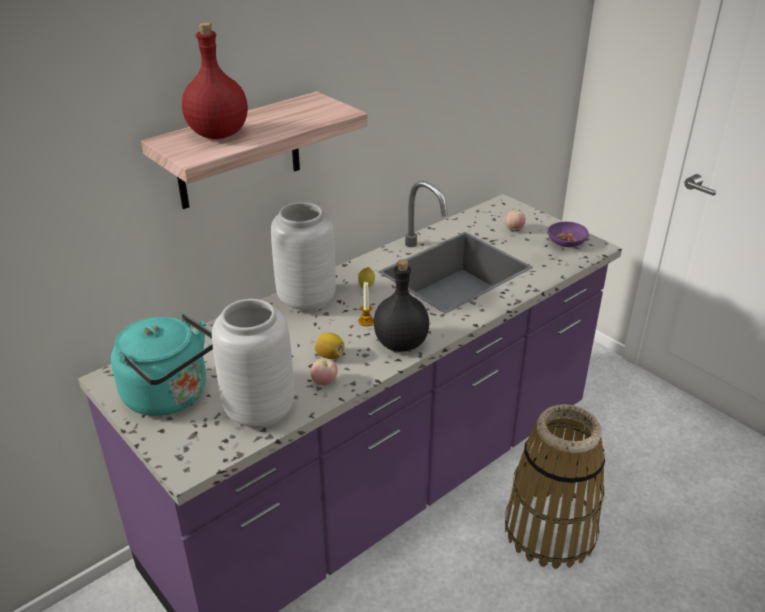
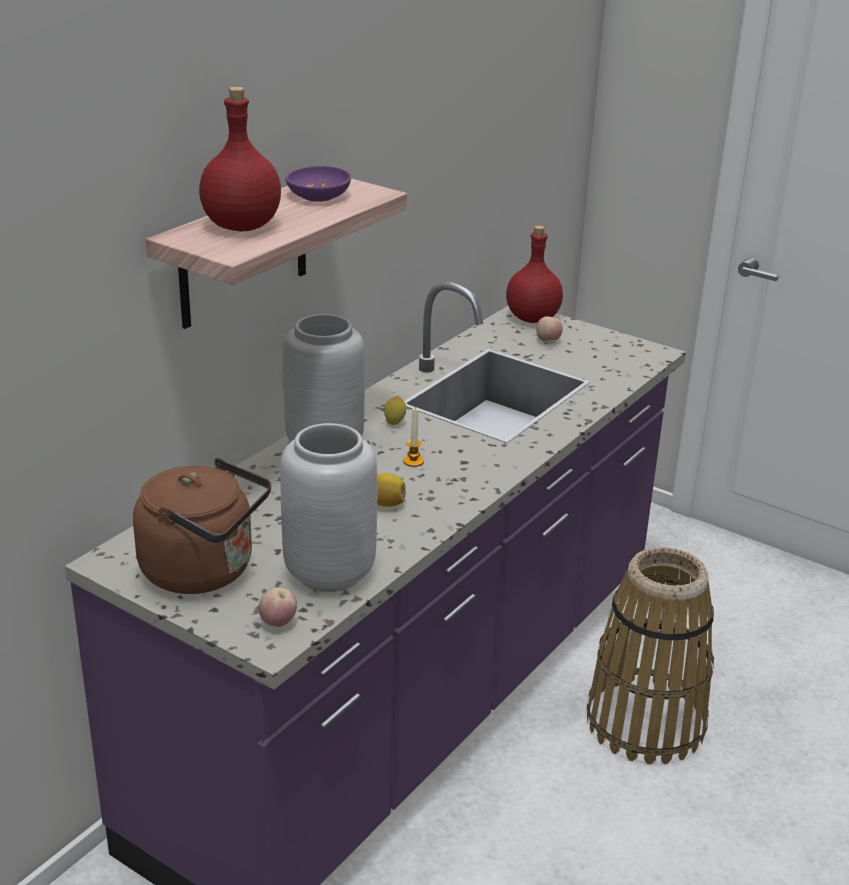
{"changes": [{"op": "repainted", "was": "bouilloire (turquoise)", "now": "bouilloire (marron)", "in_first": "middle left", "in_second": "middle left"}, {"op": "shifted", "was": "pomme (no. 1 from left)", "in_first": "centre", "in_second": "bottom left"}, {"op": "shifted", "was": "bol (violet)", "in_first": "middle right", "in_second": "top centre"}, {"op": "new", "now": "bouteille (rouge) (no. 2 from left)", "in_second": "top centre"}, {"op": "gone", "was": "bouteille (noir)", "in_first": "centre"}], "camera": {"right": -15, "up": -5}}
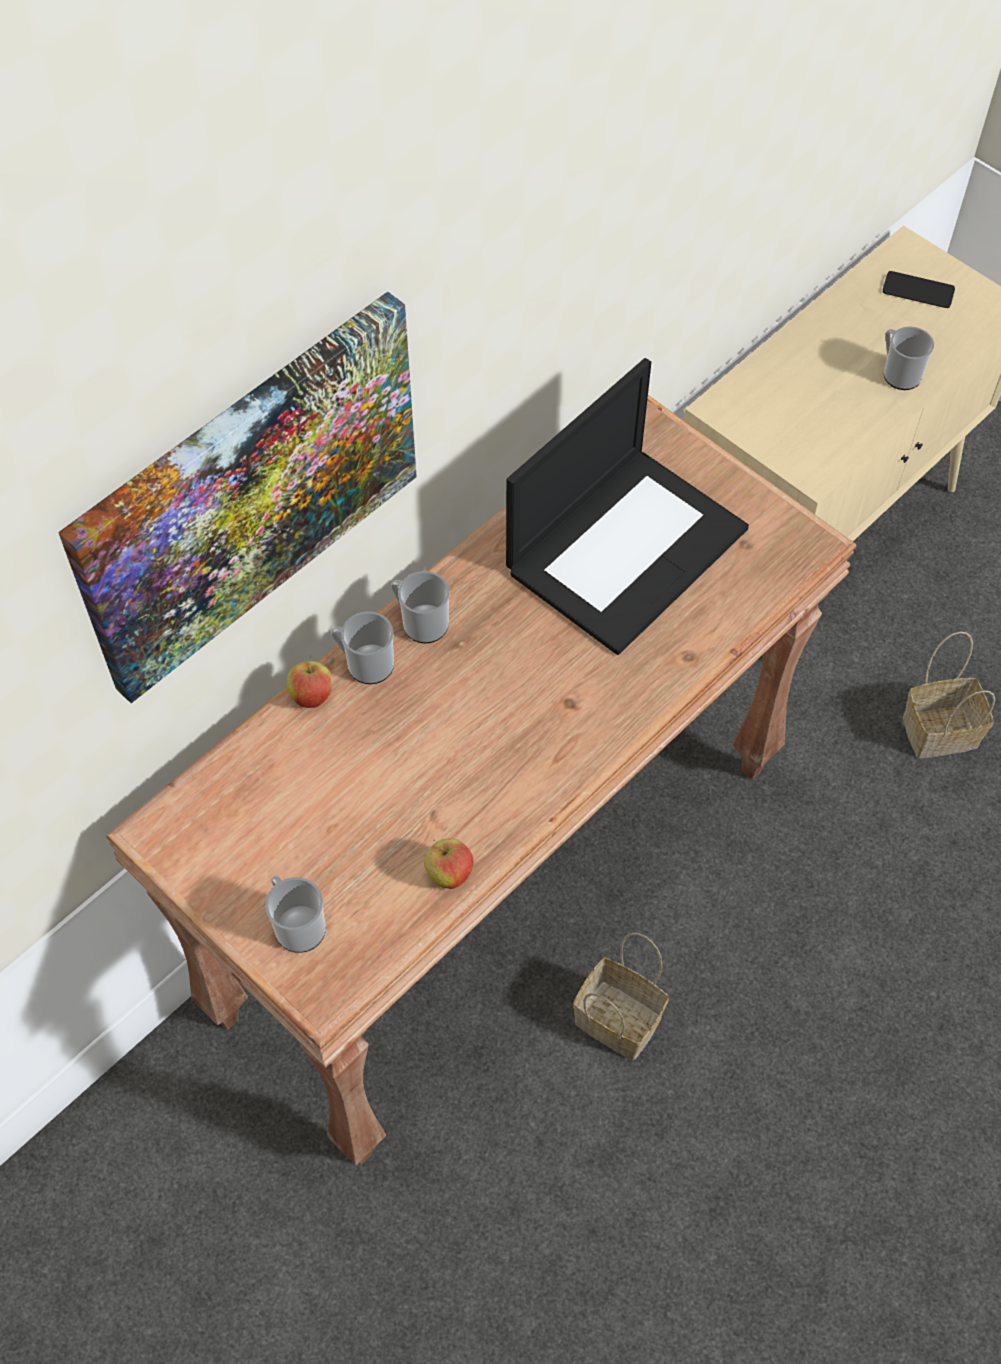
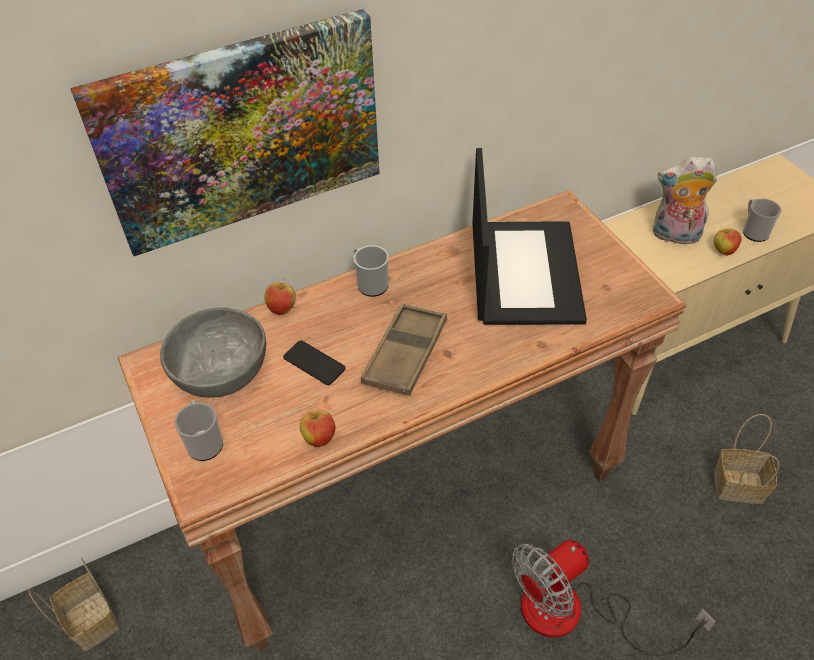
{"changes": [{"op": "shifted", "was": "panier (no. 1 from left)", "in_first": "bottom centre", "in_second": "bottom left"}, {"op": "new", "now": "bol (gris)", "in_second": "middle left"}, {"op": "shifted", "was": "téléphone", "in_first": "top right", "in_second": "centre"}, {"op": "new", "now": "plateau (marron)", "in_second": "centre"}, {"op": "rotated", "was": "ordinateur portable", "in_first": "centre", "in_second": "centre", "clockwise": -60}, {"op": "new", "now": "ventilateur", "in_second": "bottom right"}, {"op": "new", "now": "peluche", "in_second": "top right"}, {"op": "new", "now": "pomme (no. 3 from left)", "in_second": "middle right"}, {"op": "gone", "was": "mug (no. 2 from left)", "in_first": "centre"}], "camera": {"right": 20, "up": -10}}
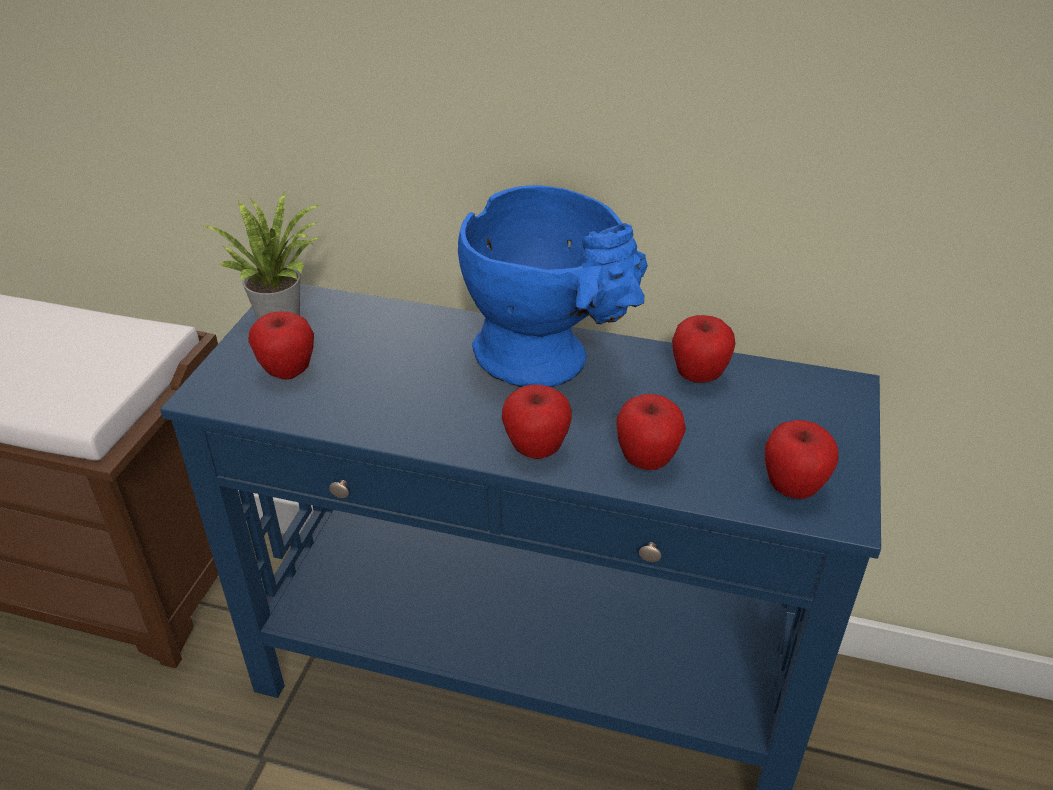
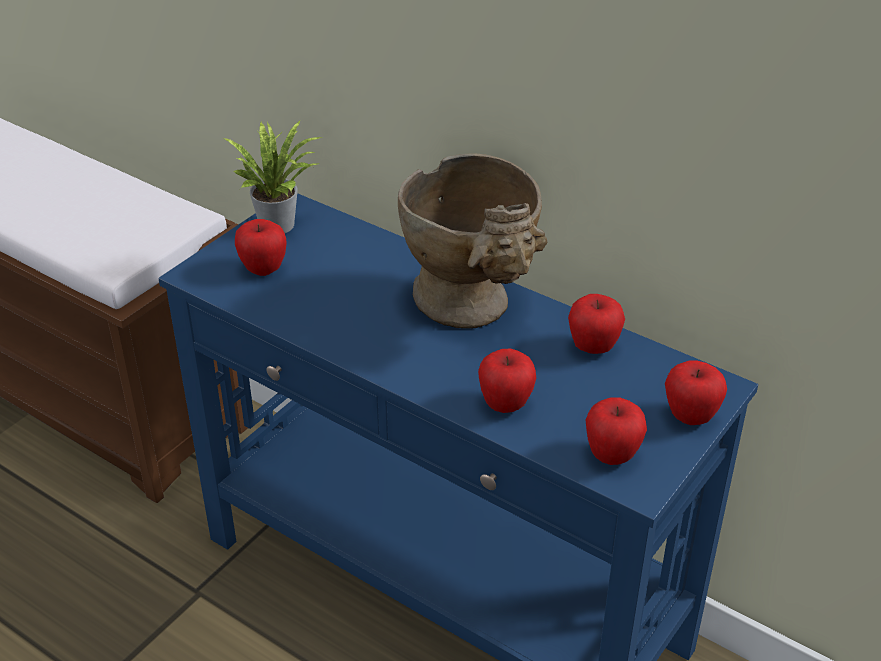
{"changes": [{"op": "repainted", "was": "vase (bleu)", "now": "vase (beige)", "in_first": "centre", "in_second": "centre"}, {"op": "shifted", "was": "pomme (no. 2 from left in the first image)", "now": "pomme (no. 5 from left)", "in_first": "centre", "in_second": "middle right"}], "camera": {"right": 20, "up": 0}}
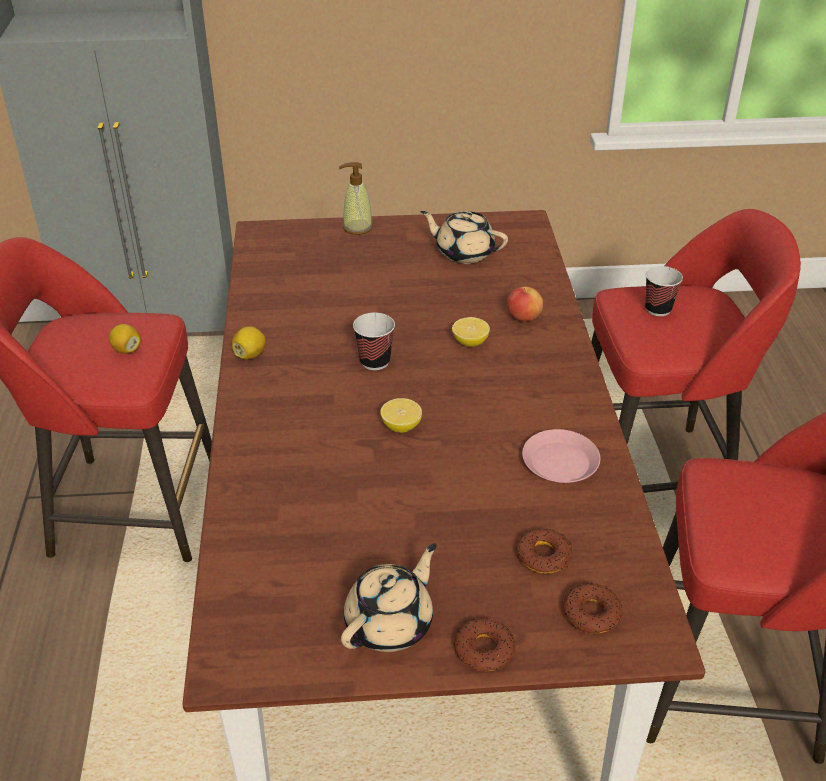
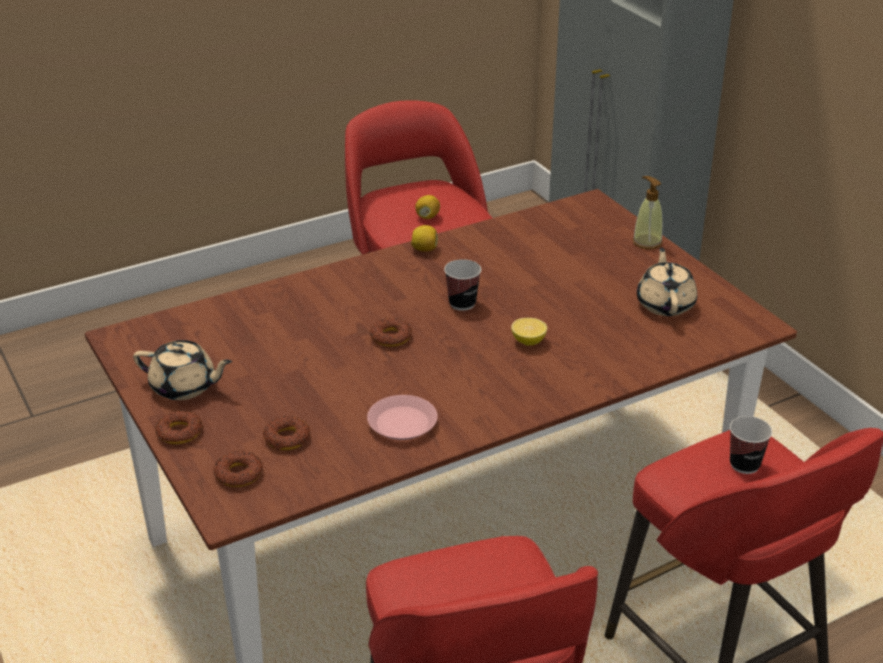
{"changes": [{"op": "swapped", "was": "citron (no. 3 from left)", "now": "beignet (no. 4 from left)", "in_first": "centre", "in_second": "centre"}, {"op": "gone", "was": "pomme", "in_first": "centre"}], "camera": {"right": 65, "up": -5}}
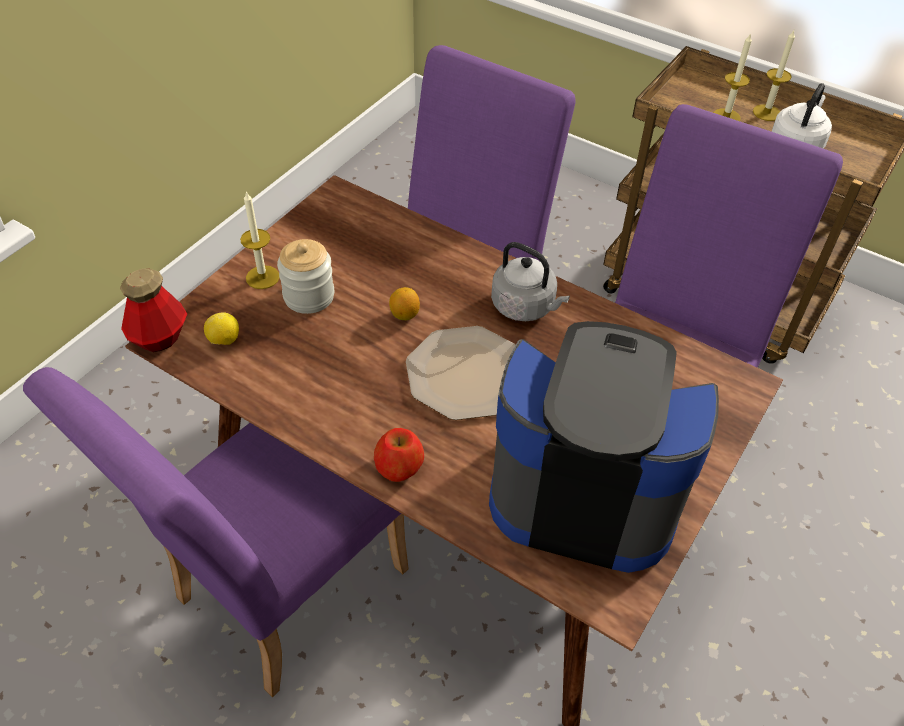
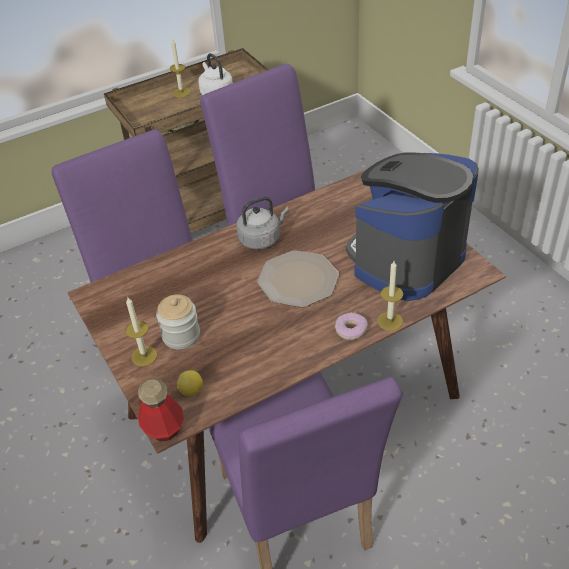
{"changes": [{"op": "swapped", "was": "pomme", "now": "beignet", "in_first": "centre", "in_second": "centre"}, {"op": "shifted", "was": "bougie (no. 2 from left in the first image)", "now": "bougie (no. 3 from left)", "in_first": "top right", "in_second": "middle right"}, {"op": "gone", "was": "citron (no. 2 from left)", "in_first": "centre"}], "camera": {"right": -60, "up": -5}}
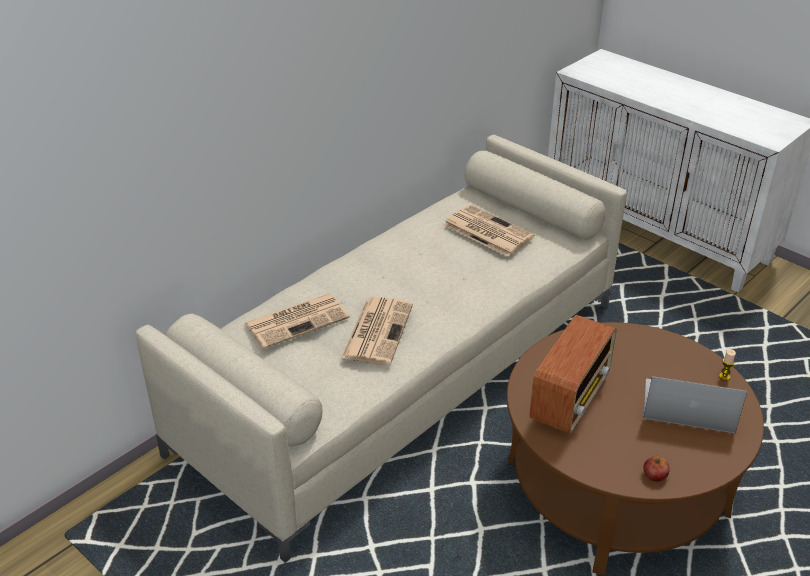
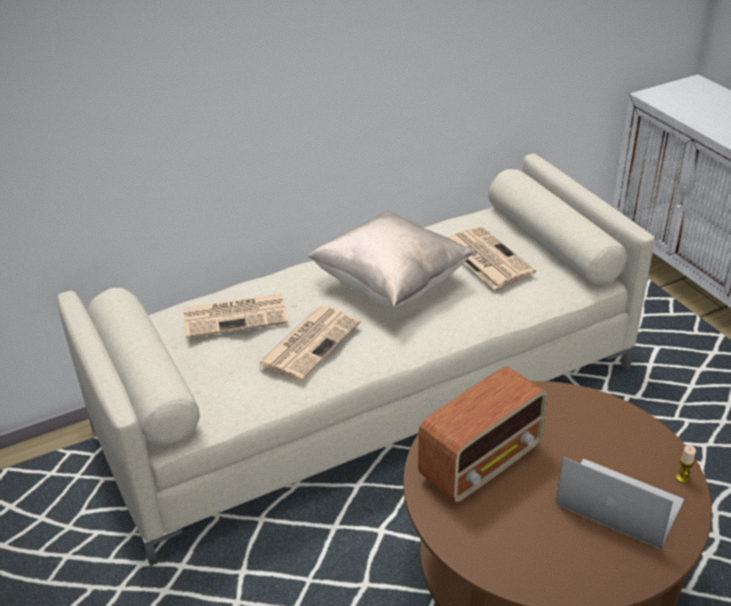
{"changes": [{"op": "new", "now": "coussin (beige)", "in_second": "centre"}, {"op": "gone", "was": "pomme", "in_first": "bottom right"}], "camera": {"right": 20, "up": 0}}
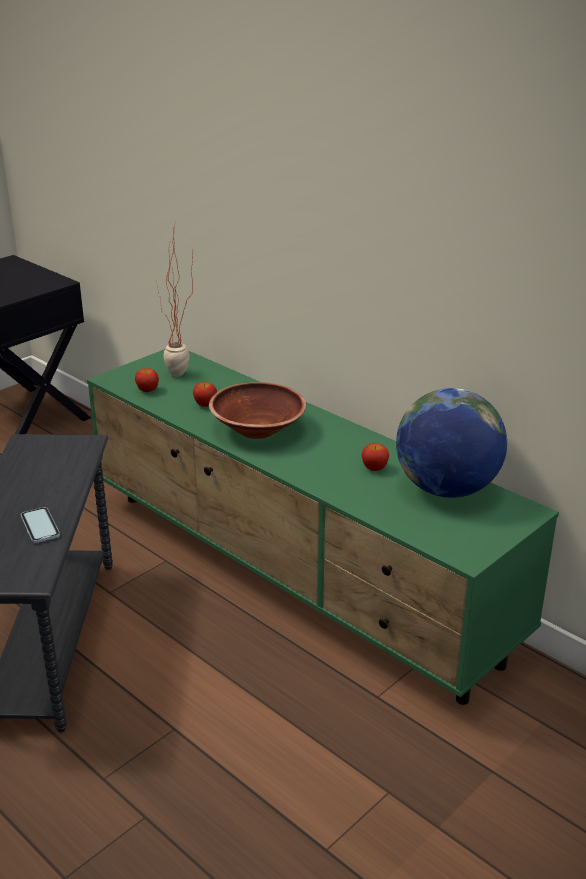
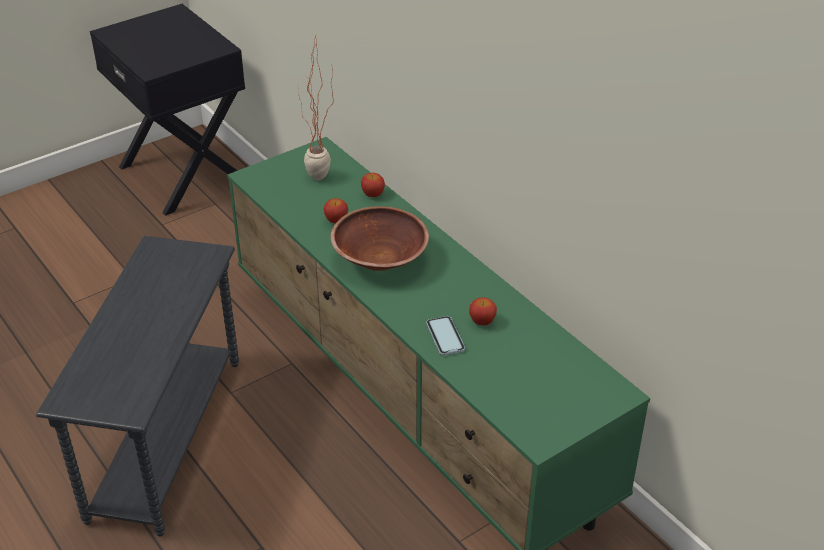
{"changes": [{"op": "shifted", "was": "pomme (no. 1 from left in the first image)", "now": "pomme (no. 2 from left)", "in_first": "middle left", "in_second": "centre"}, {"op": "shifted", "was": "téléphone", "in_first": "middle left", "in_second": "centre"}, {"op": "gone", "was": "globe", "in_first": "middle right"}], "camera": {"right": 10, "up": 10}}
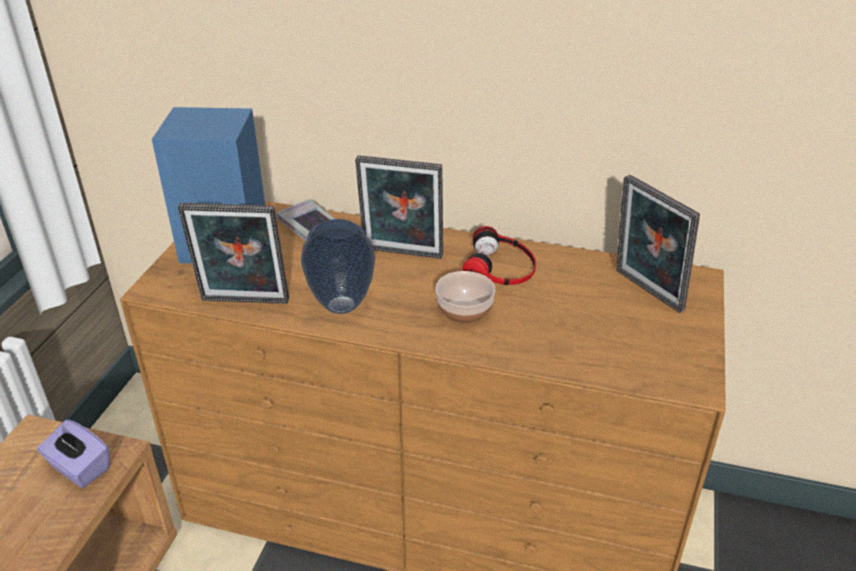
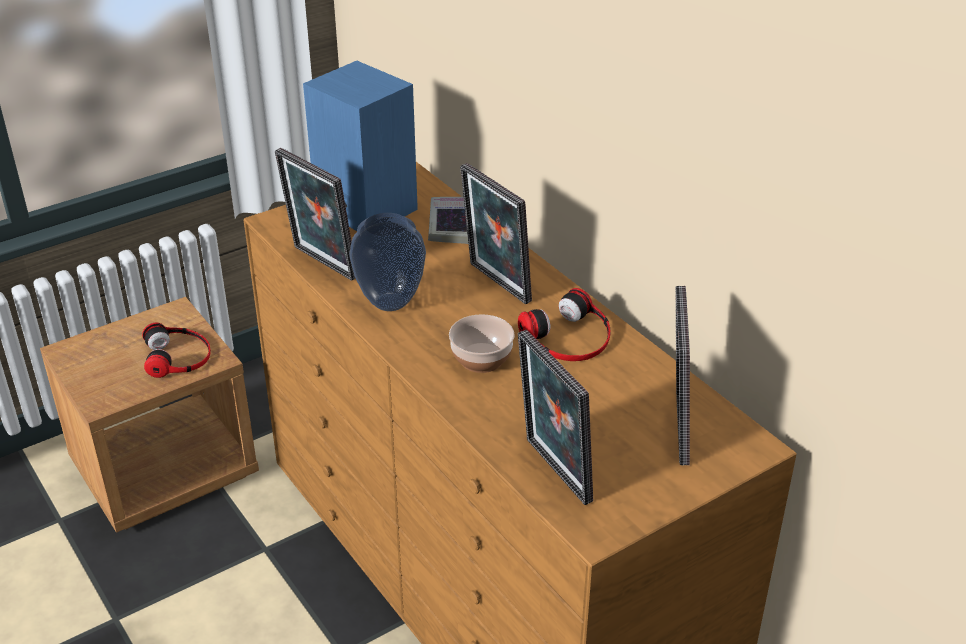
{"changes": [{"op": "swapped", "was": "boîte à mouchoirs (violet)", "now": "casque audio (no. 1 from left)", "in_first": "bottom left", "in_second": "middle left"}, {"op": "new", "now": "cadre photo (no. 3 from left)", "in_second": "centre"}], "camera": {"right": 40, "up": 0}}
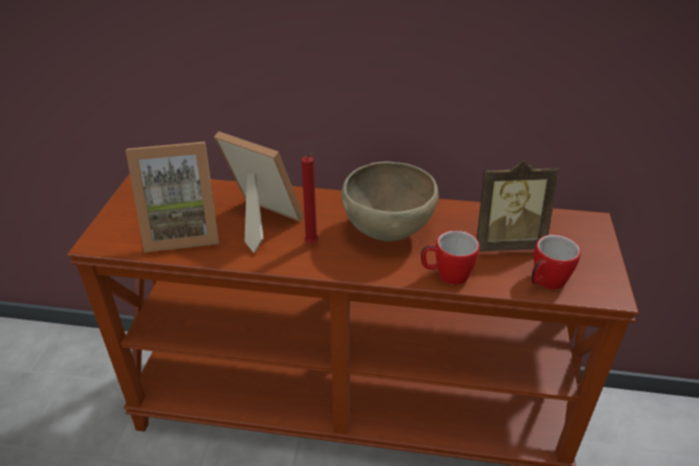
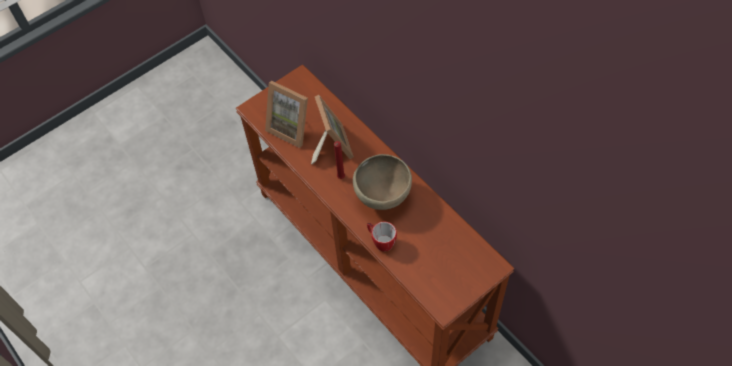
{"changes": [{"op": "gone", "was": "cadre photo (no. 3 from left)", "in_first": "middle right"}, {"op": "gone", "was": "mug (no. 2 from left)", "in_first": "middle right"}], "camera": {"right": 45, "up": 20}}
